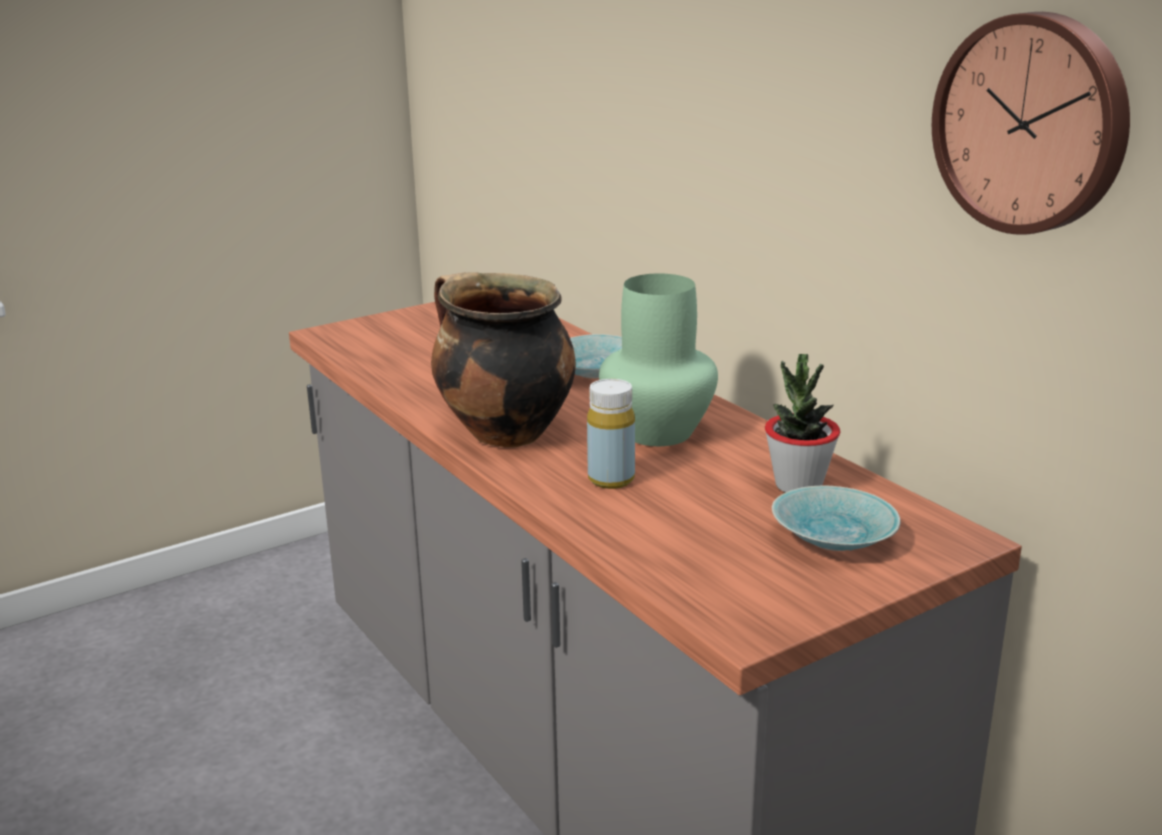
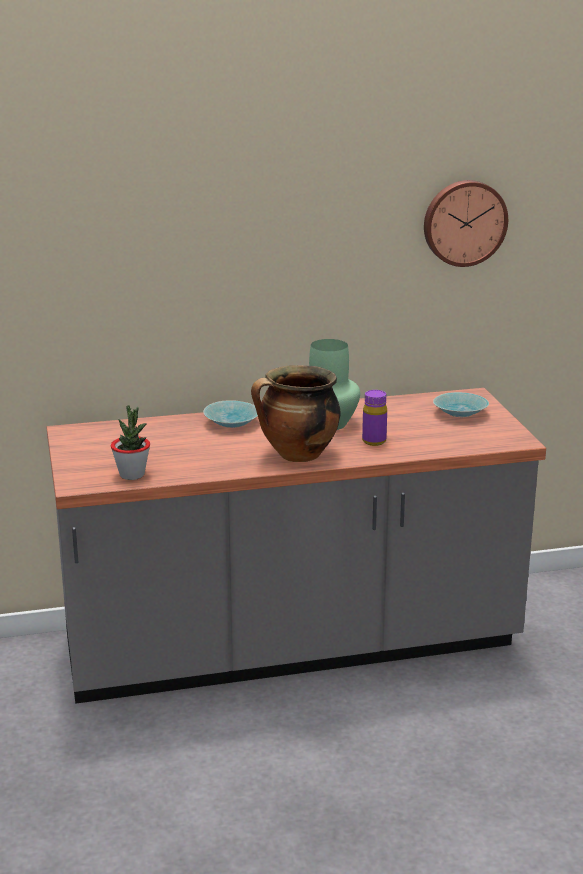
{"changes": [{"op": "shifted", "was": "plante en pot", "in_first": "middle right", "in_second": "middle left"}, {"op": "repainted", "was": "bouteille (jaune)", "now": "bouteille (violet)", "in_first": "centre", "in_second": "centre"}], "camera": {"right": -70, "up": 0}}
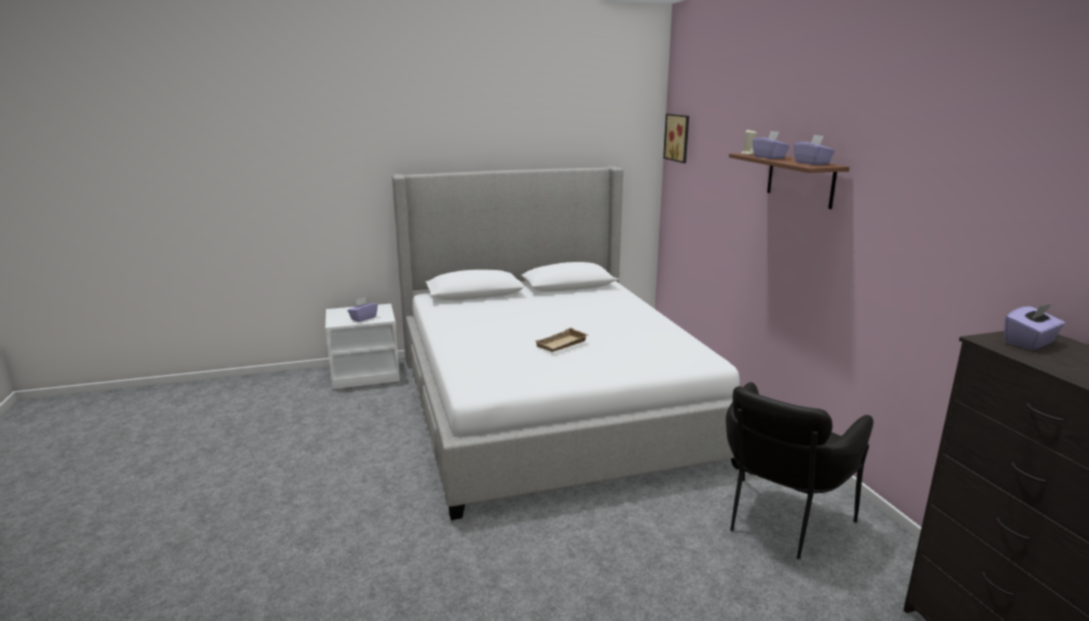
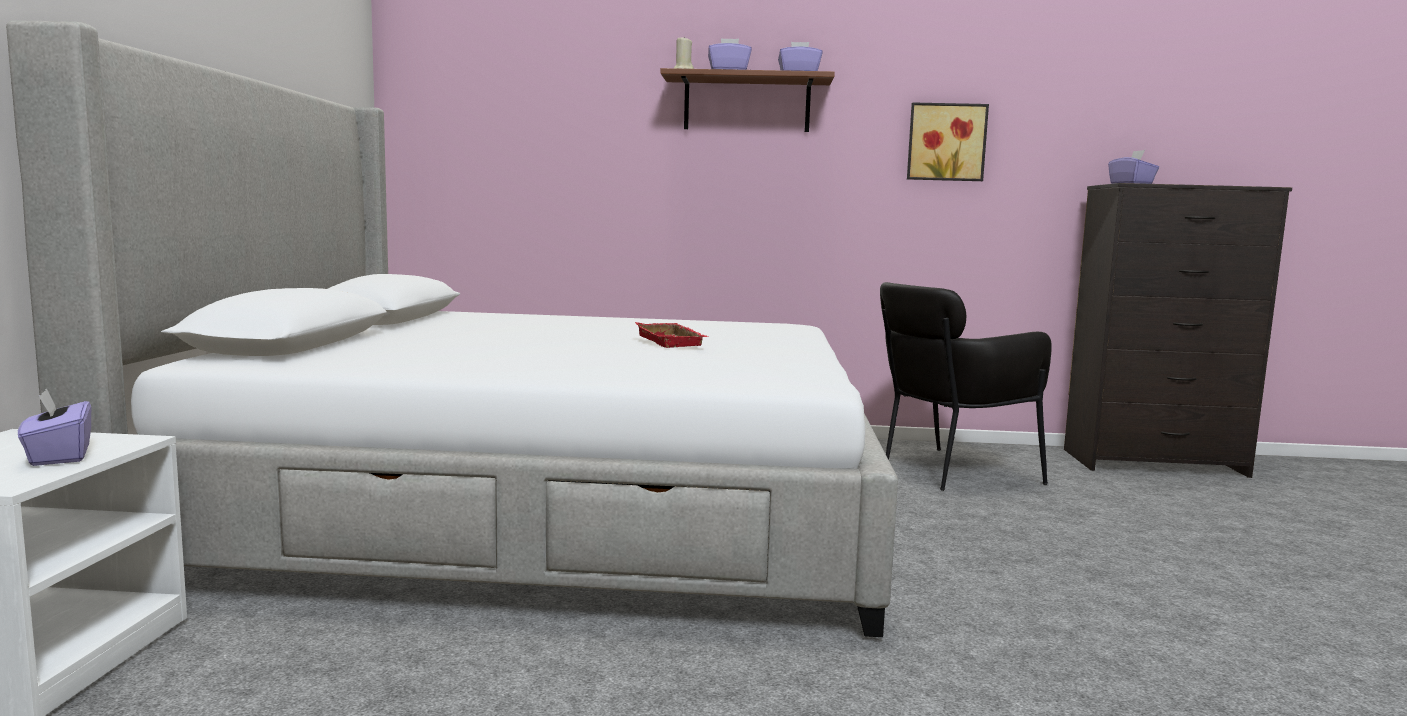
{"changes": [{"op": "repainted", "was": "plateau (beige)", "now": "plateau (rouge)", "in_first": "centre", "in_second": "centre"}, {"op": "rotated", "was": "fauteuil (noir)", "in_first": "bottom right", "in_second": "middle right", "clockwise": 90}, {"op": "shifted", "was": "tableau", "in_first": "top centre", "in_second": "top right"}], "camera": {"right": -70, "up": -10}}
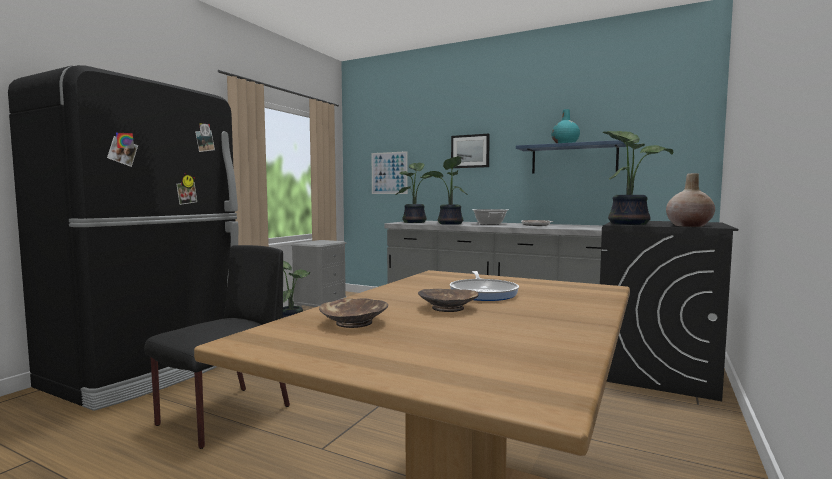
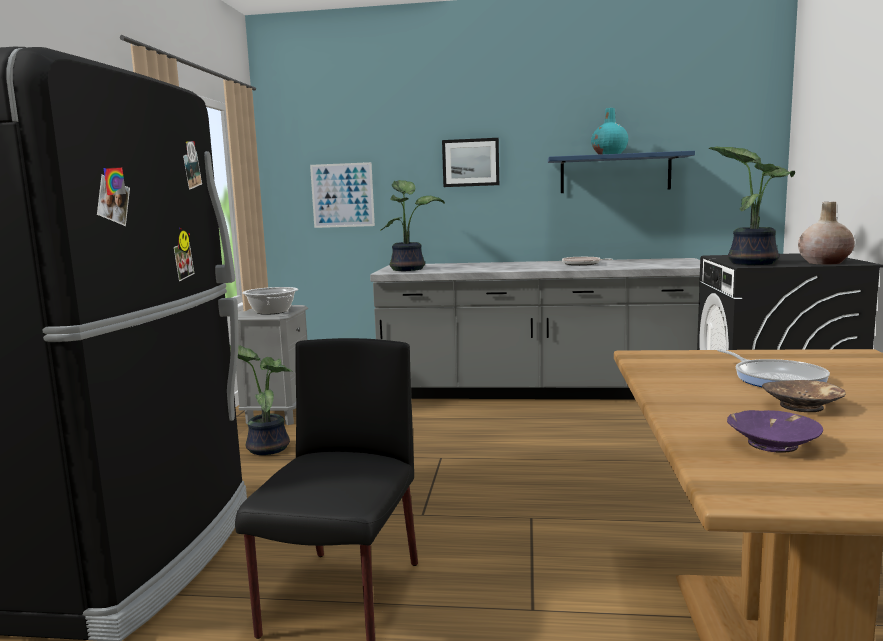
{"changes": [{"op": "shifted", "was": "marmite", "in_first": "centre", "in_second": "middle left"}, {"op": "repainted", "was": "bol (marron) (no. 1 from left)", "now": "bol (violet)", "in_first": "centre", "in_second": "bottom right"}, {"op": "gone", "was": "plante en pot (no. 3 from left)", "in_first": "centre"}], "camera": {"right": -20, "up": 5}}
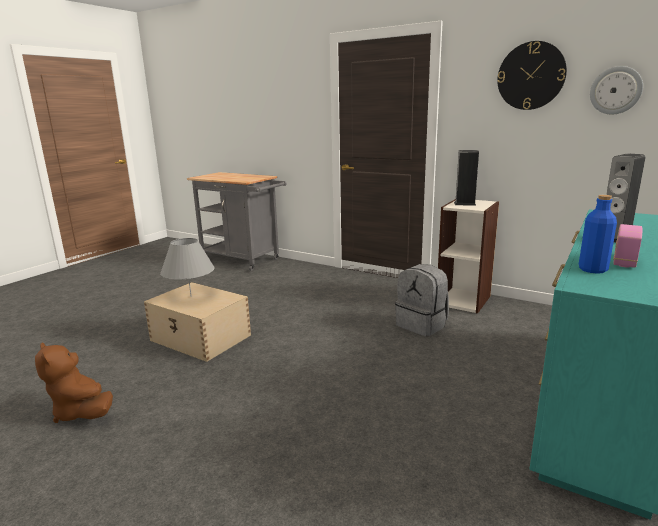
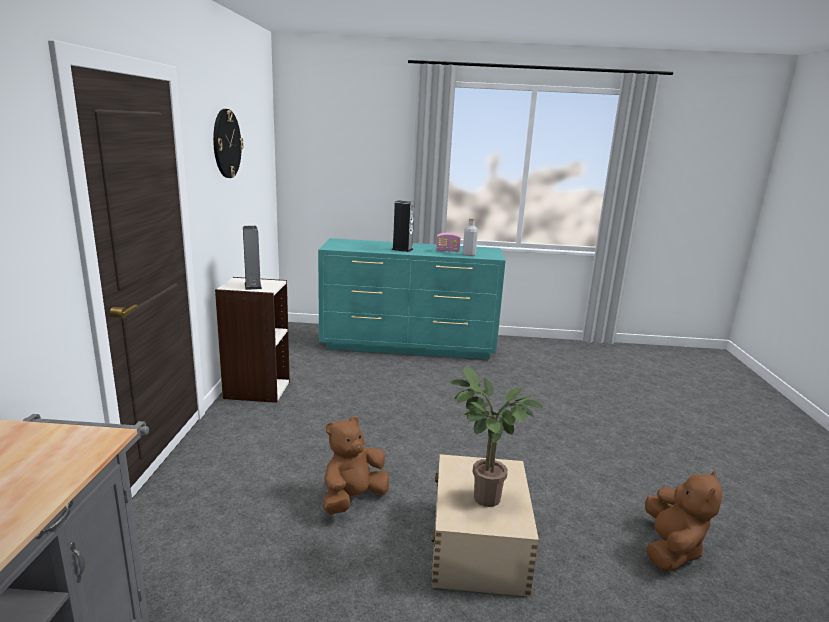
{"changes": [{"op": "new", "now": "peluche (marron) (no. 1 from left)", "in_second": "bottom centre"}, {"op": "swapped", "was": "lampe de table (gris)", "now": "plante en pot", "in_first": "middle left", "in_second": "bottom centre"}, {"op": "repainted", "was": "bouteille (bleu)", "now": "bouteille (gris)", "in_first": "middle right", "in_second": "centre"}, {"op": "gone", "was": "sac à dos (gris)", "in_first": "centre"}, {"op": "gone", "was": "horloge murale (no. 2 from left)", "in_first": "top right"}], "camera": {"right": -120, "up": 0}}
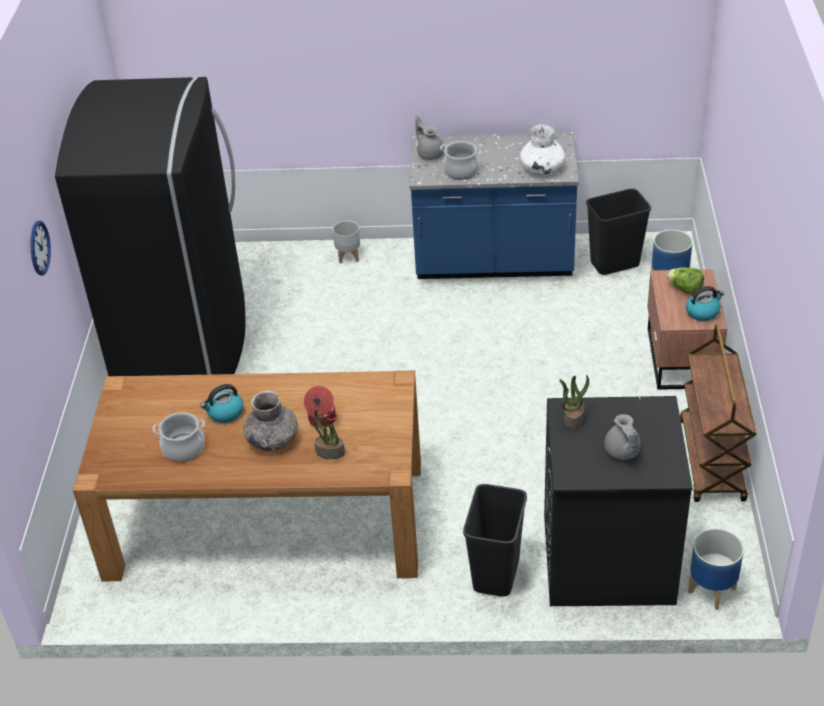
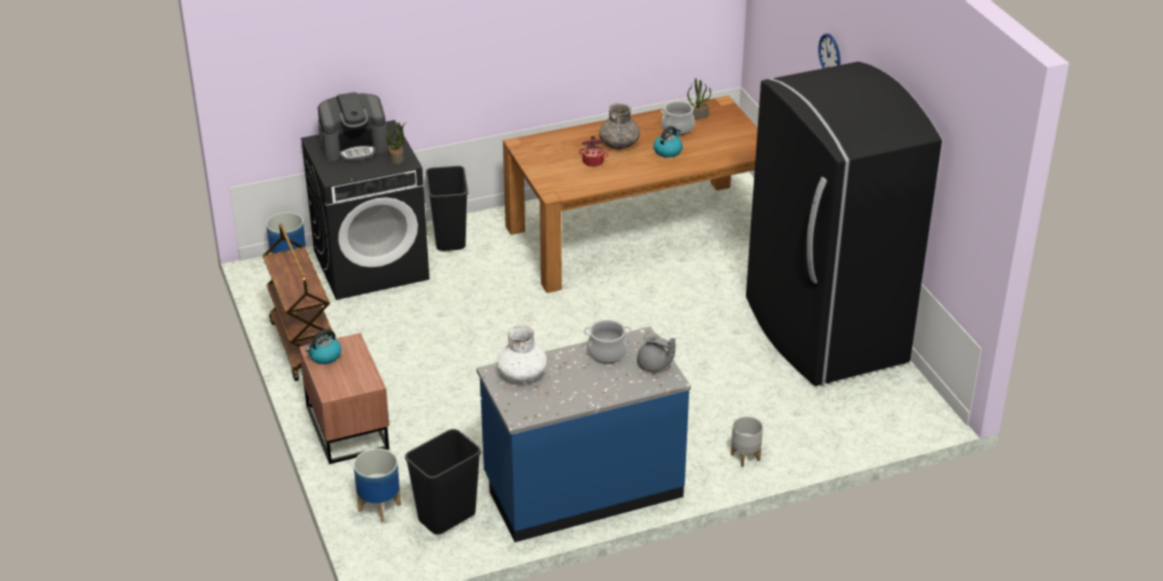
{"changes": [{"op": "swapped", "was": "théière (gris) (no. 2 from left)", "now": "machine à café", "in_first": "middle right", "in_second": "top left"}, {"op": "shifted", "was": "plante en pot (no. 1 from left in the first image)", "now": "plante en pot (no. 2 from left)", "in_first": "centre", "in_second": "top centre"}, {"op": "gone", "was": "laitue", "in_first": "middle right"}], "camera": {"right": 155, "up": -5}}
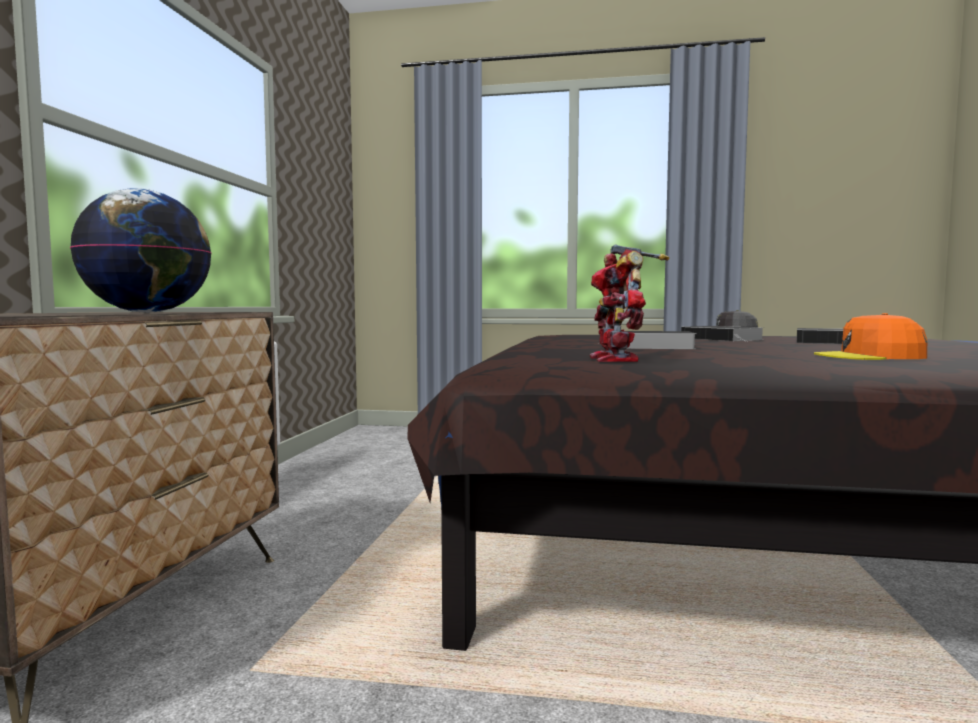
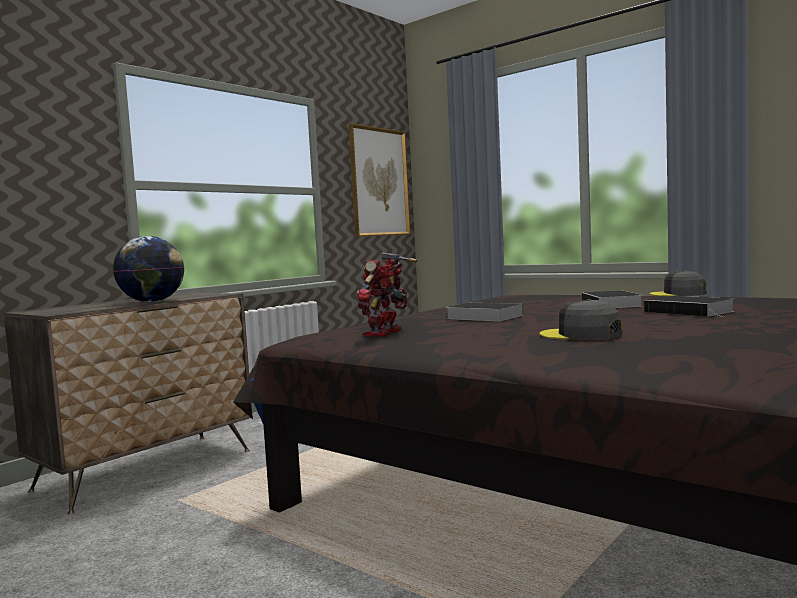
{"changes": [{"op": "new", "now": "tableau", "in_second": "top centre"}, {"op": "repainted", "was": "casquette (orange)", "now": "casquette (gris) (no. 1 from left)", "in_first": "middle right", "in_second": "middle right"}], "camera": {"right": 30, "up": 0}}
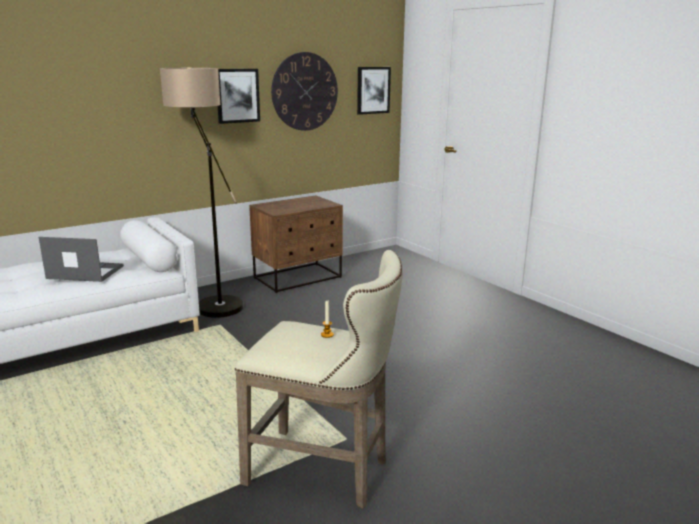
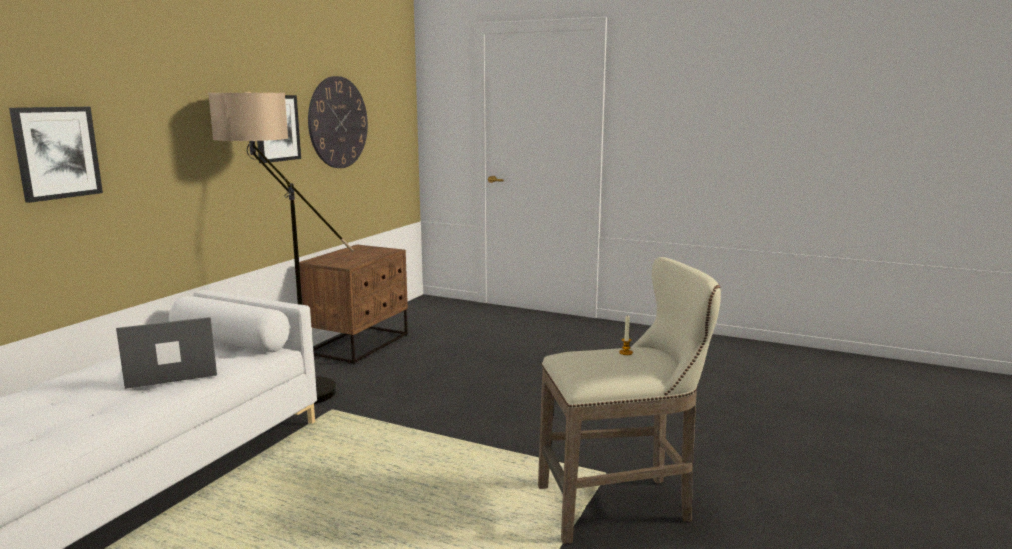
{"changes": [{"op": "shifted", "was": "tableau (no. 2 from left in the first image)", "now": "tableau (no. 1 from left)", "in_first": "top centre", "in_second": "top left"}], "camera": {"right": -30, "up": -5}}
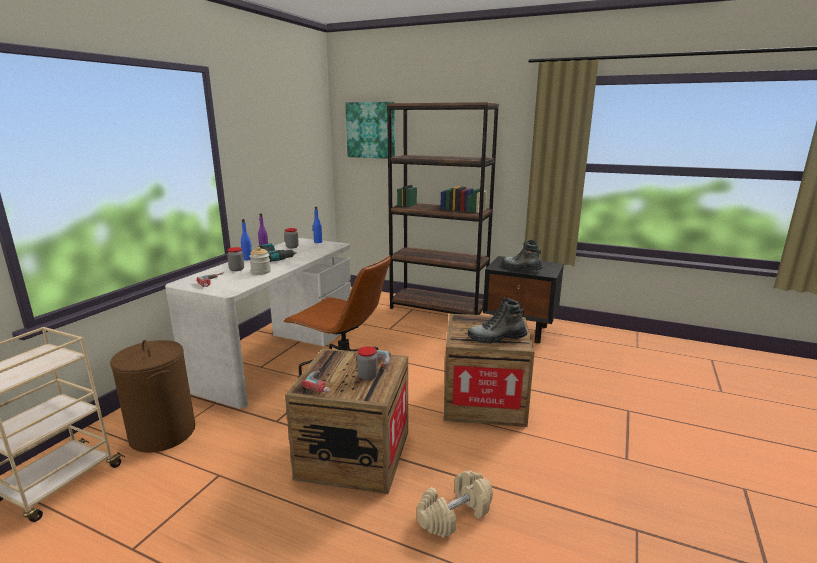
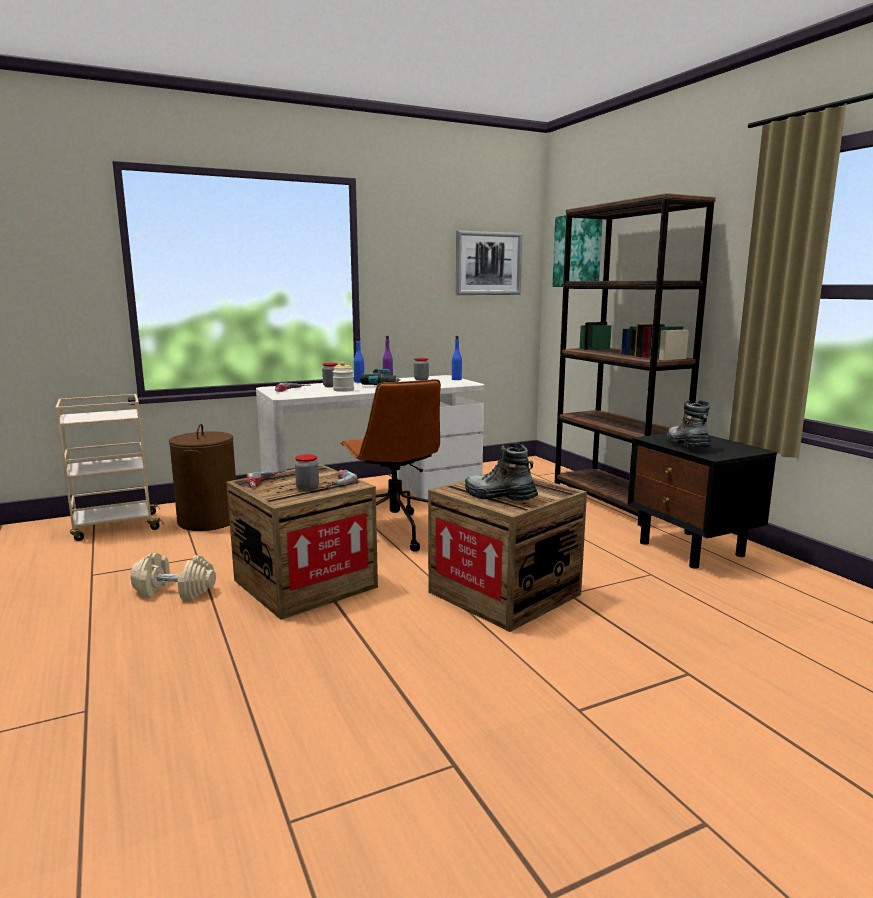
{"changes": [{"op": "shifted", "was": "haltère (beige)", "in_first": "bottom centre", "in_second": "middle left"}, {"op": "new", "now": "tableau (no. 1 from left)", "in_second": "top centre"}], "camera": {"right": 40, "up": -5}}
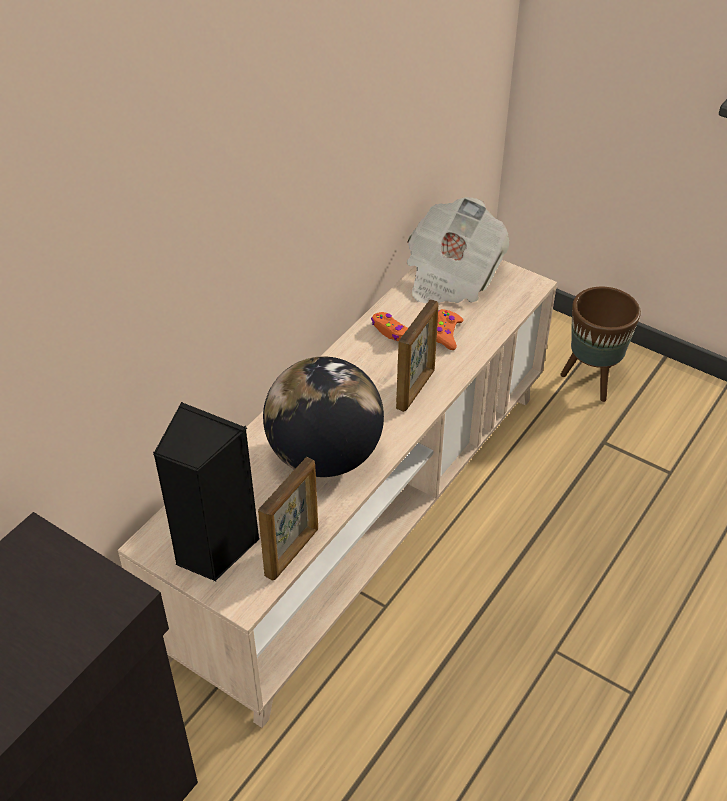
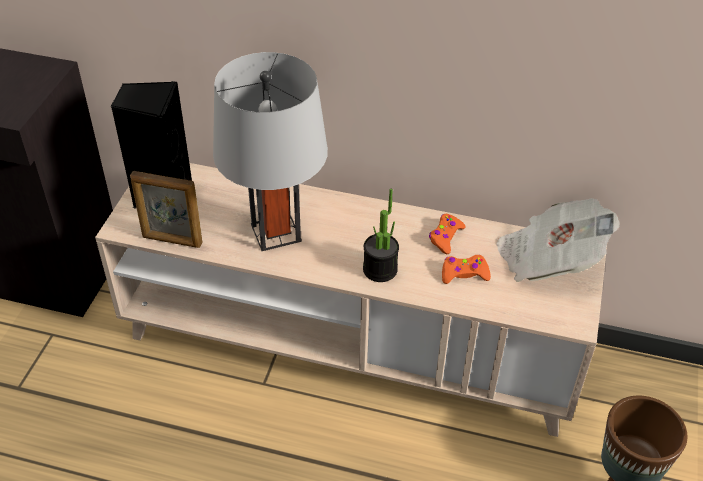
{"changes": [{"op": "swapped", "was": "globe", "now": "lampe de table (gris)", "in_first": "centre", "in_second": "top centre"}, {"op": "swapped", "was": "cadre photo (no. 2 from left)", "now": "plante en pot", "in_first": "centre", "in_second": "centre"}], "camera": {"right": 70, "up": 0}}
